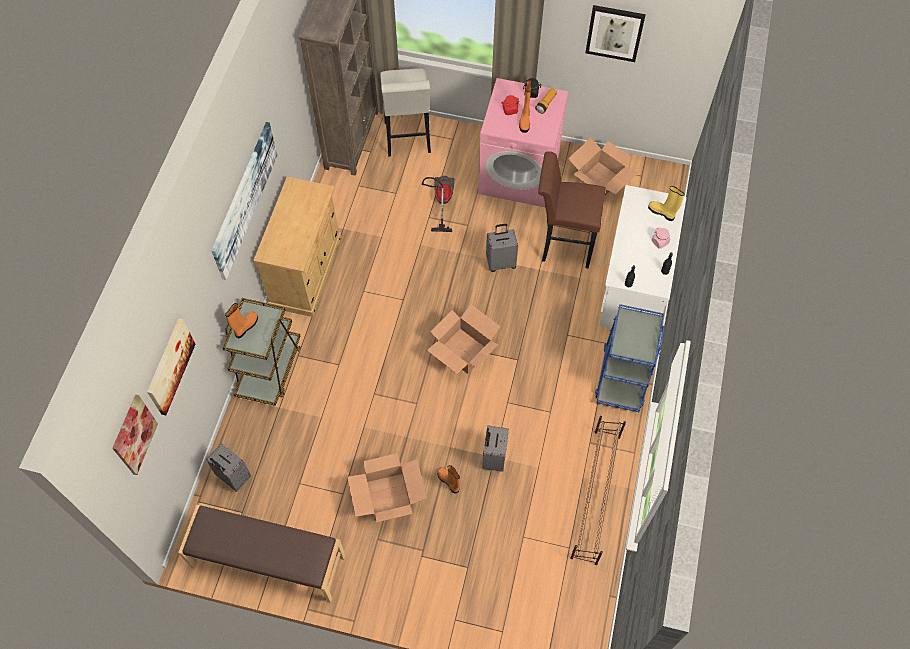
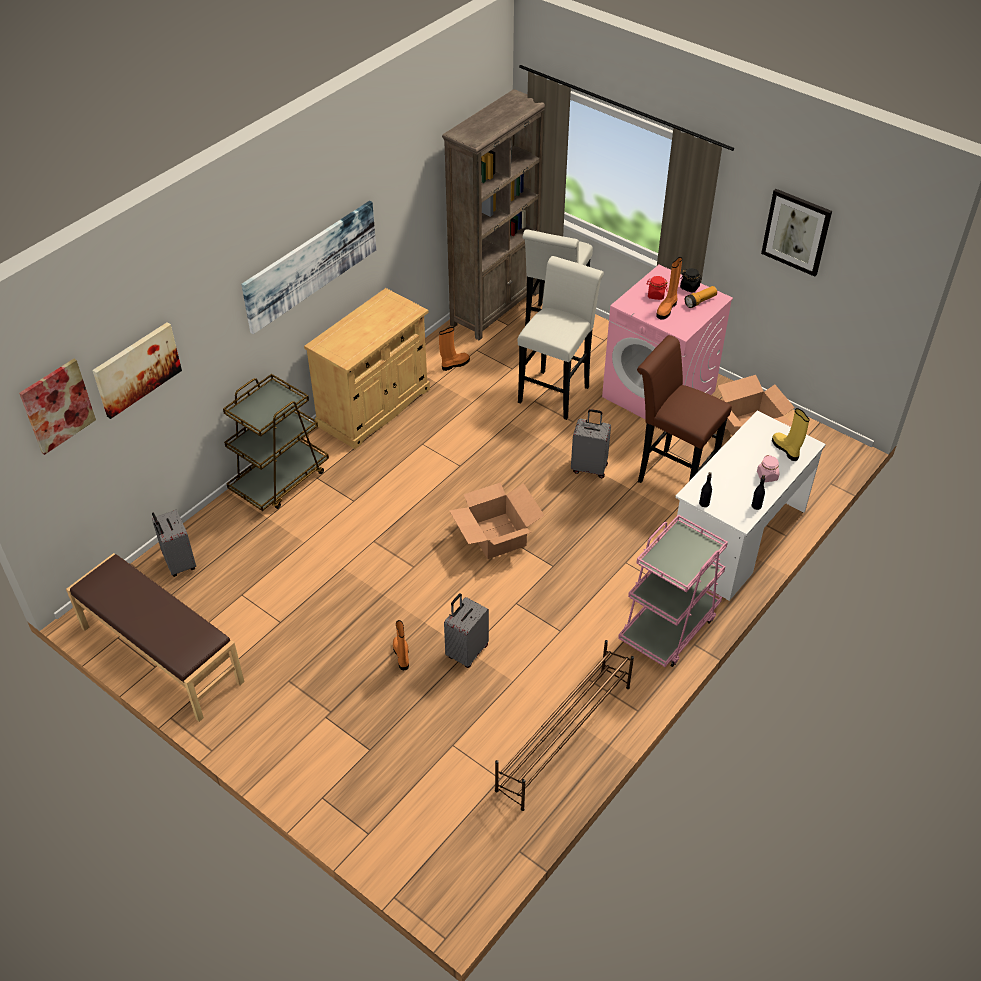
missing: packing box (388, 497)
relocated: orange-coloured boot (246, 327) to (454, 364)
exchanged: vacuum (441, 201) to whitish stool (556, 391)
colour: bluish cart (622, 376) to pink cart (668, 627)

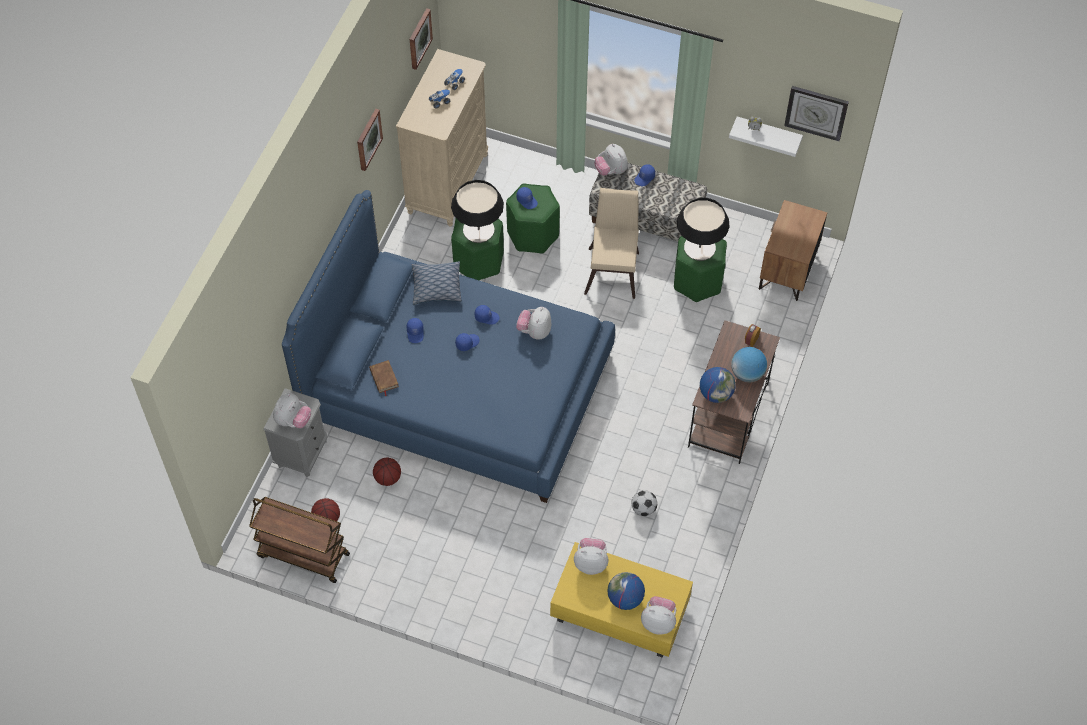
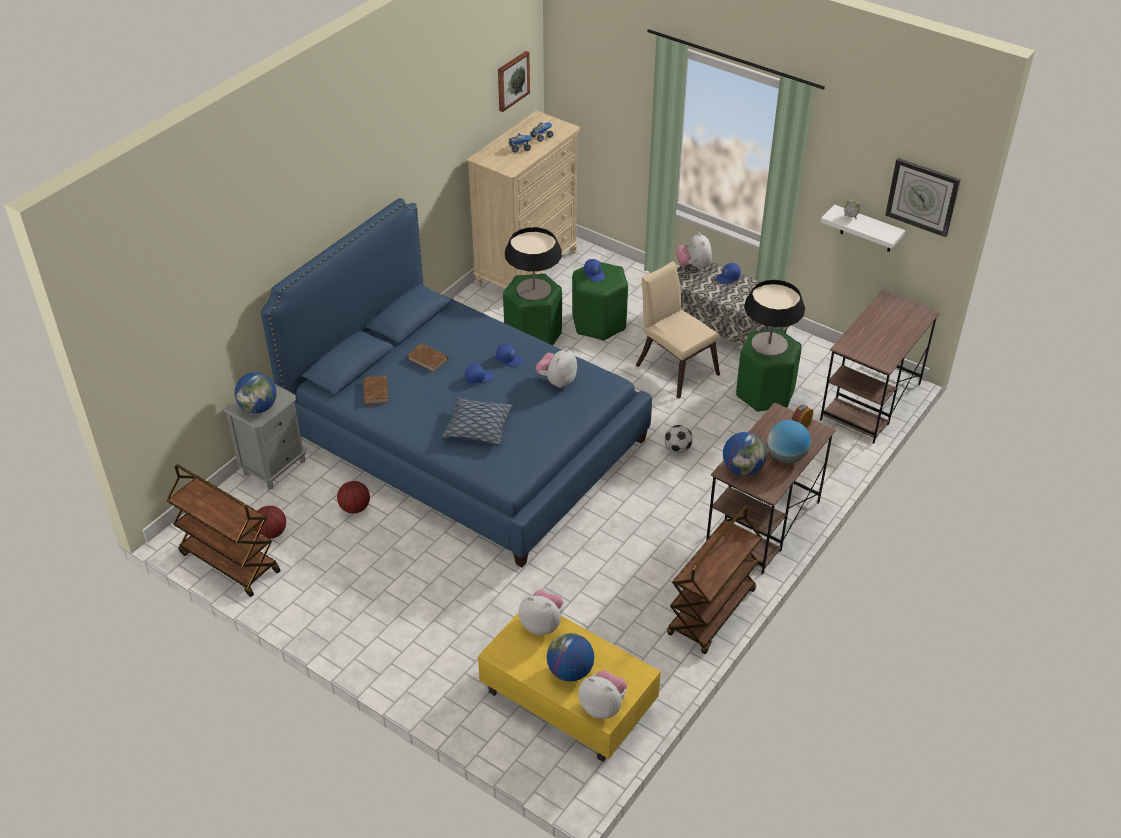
missing: picture (368, 139)
appeared: brown cart (712, 613)
relocated: pillow (436, 287) to (477, 428); football ball (643, 509) to (677, 449)
exchanged: plush toy (293, 420) to globe (258, 408); bluish peaked cap (415, 333) to brown bound book (427, 359); brown bedside table (787, 270) to brown desk table (870, 402)
spun: beige chair (613, 269) = (674, 367) 60 degrees counterclockwise

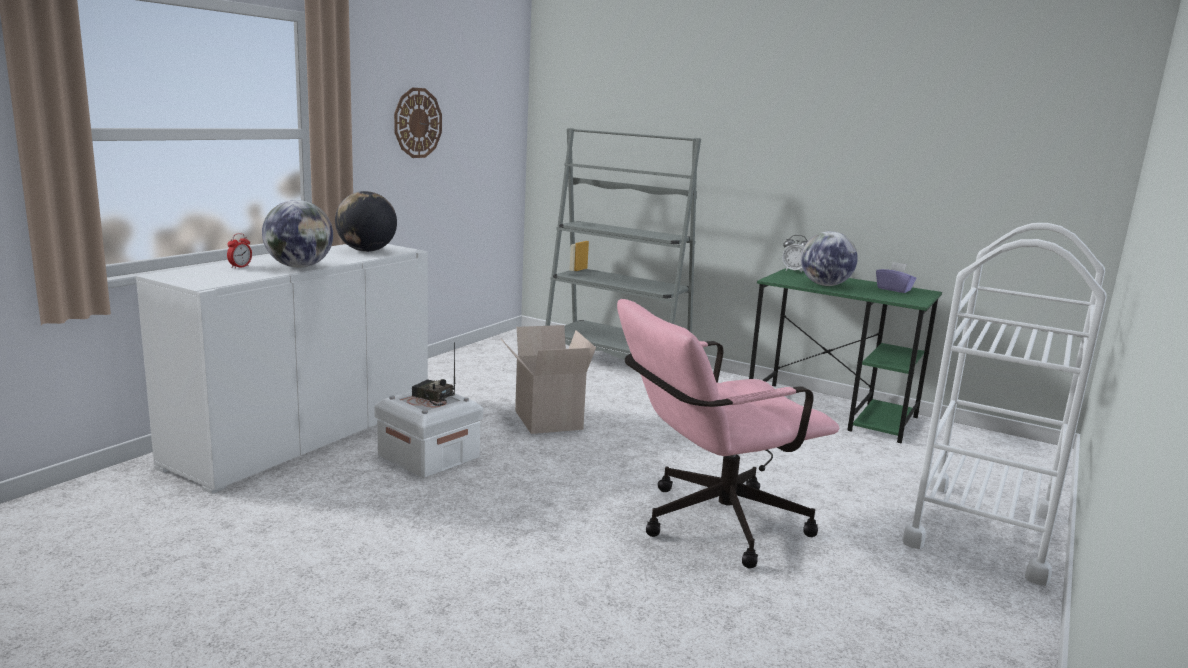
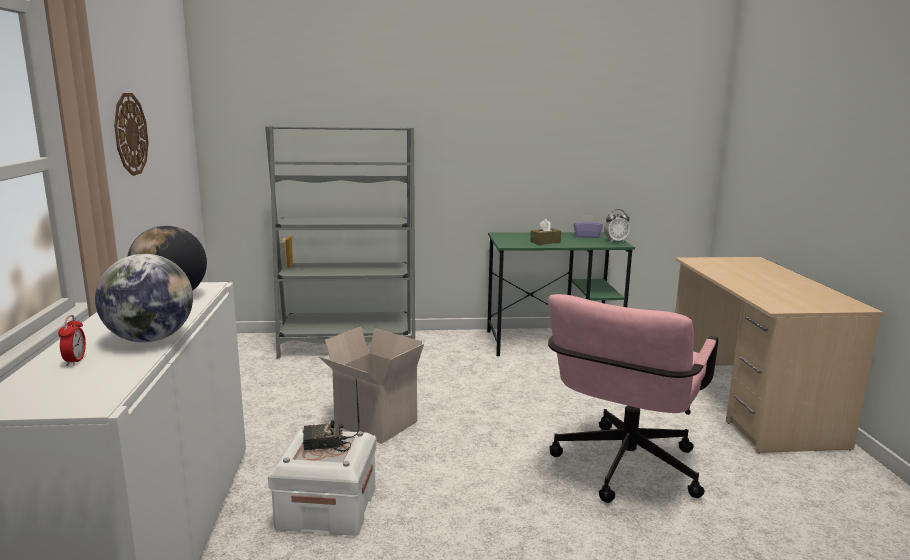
relocated: table clock (794, 271) to (615, 241)
exchanged: globe (825, 285) to brown tissue holder (545, 242); whitish cart (982, 530) to beige desk table (749, 403)

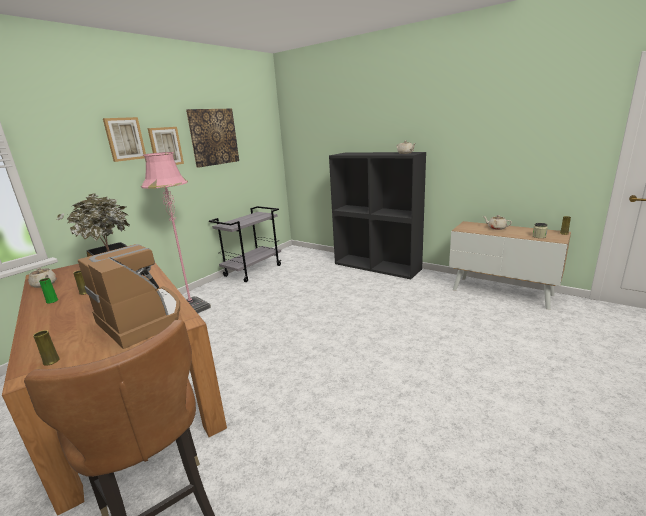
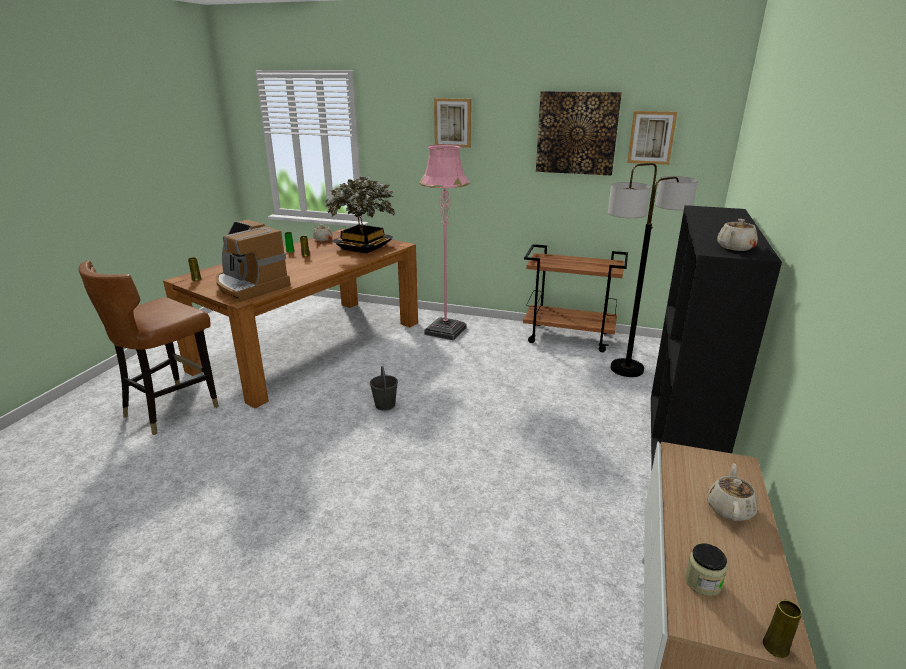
appeared: gray pail (385, 405); standing lamp (627, 369)
relocated: picture (165, 146) to (651, 137)
colour: gray cart (253, 270) to brown cart (569, 337)
spun: coffee machine (143, 319) = (250, 286) 105 degrees clockwise

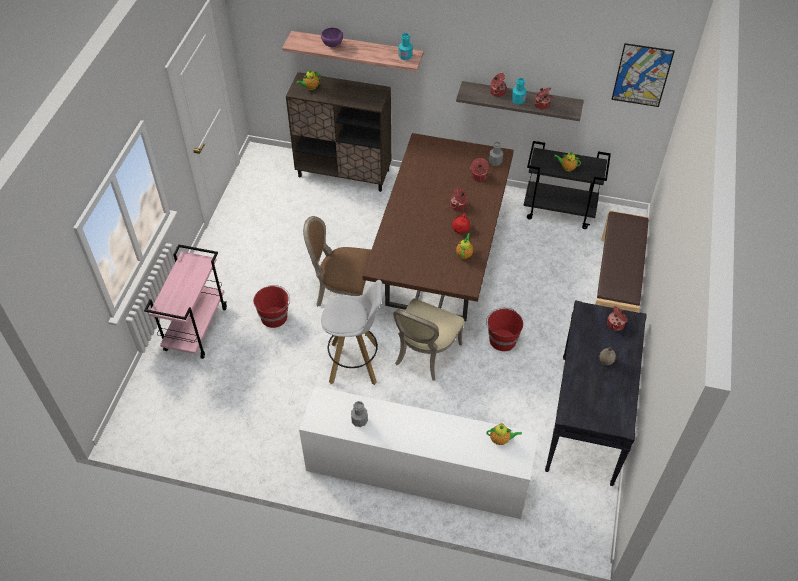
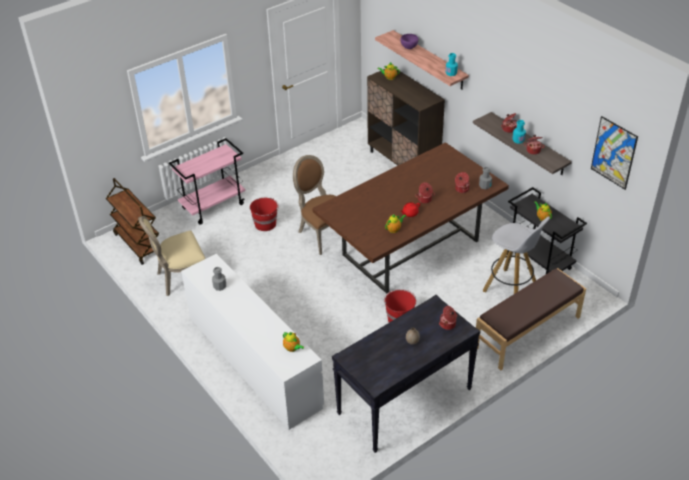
appeared: brown cart (138, 244)
relocated: whitish stool (355, 363) to (511, 288); beige chair (425, 354) to (181, 278)

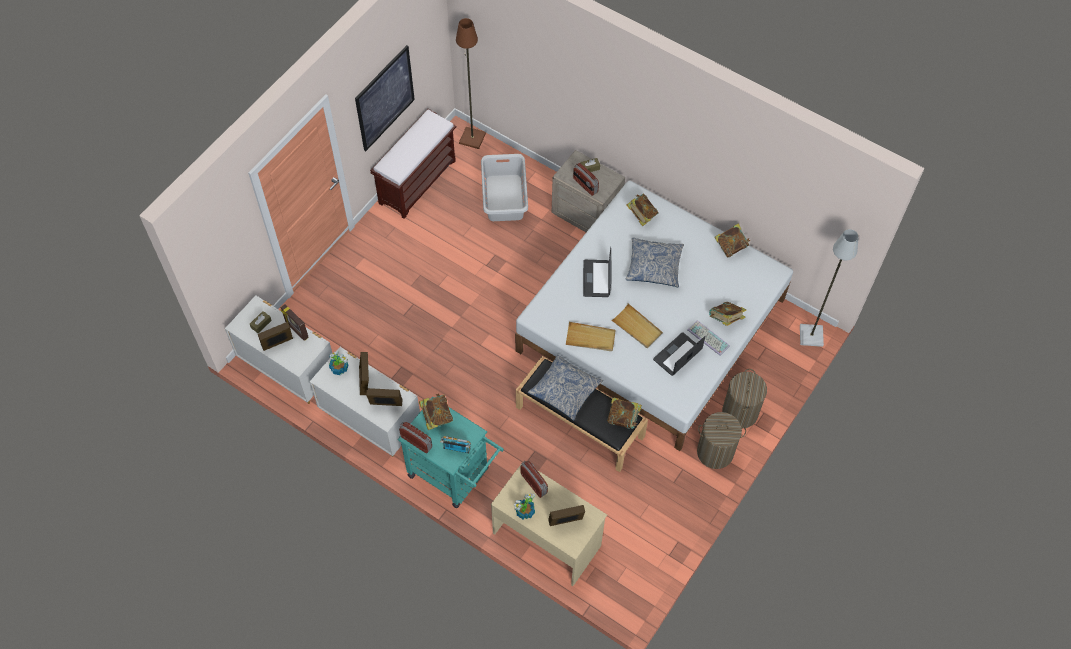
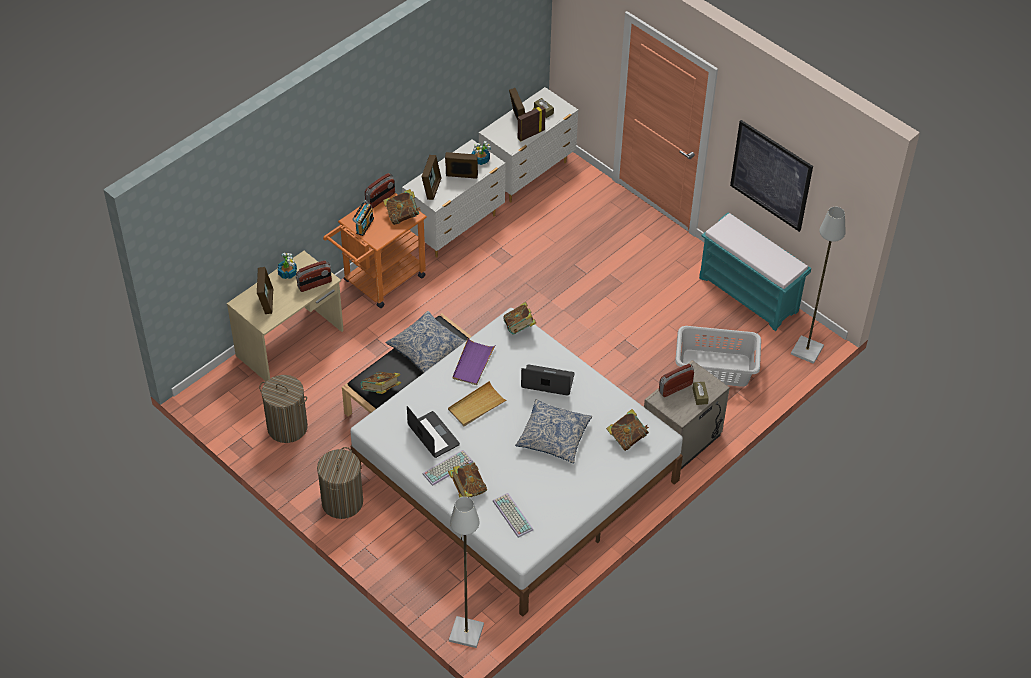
appeared: computer keyboard (511, 515)
relocated: bound book (730, 246) to (519, 328); washing basket (740, 412) to (287, 427)
colour: brown indoor bench (417, 181) to blue-green indoor bench (749, 294); blue-green cart (454, 475) to orange-coloured cart (379, 282); brown standing lamp (472, 139) to gray standing lamp (806, 350); beige carrying tray (590, 338) to purple carrying tray (473, 363)

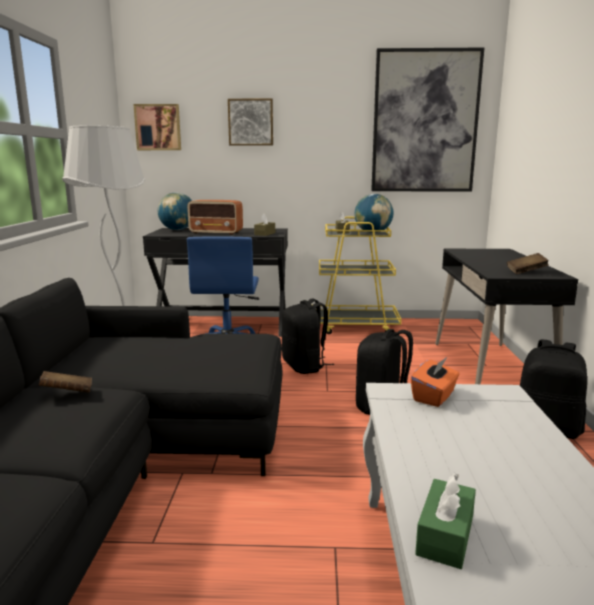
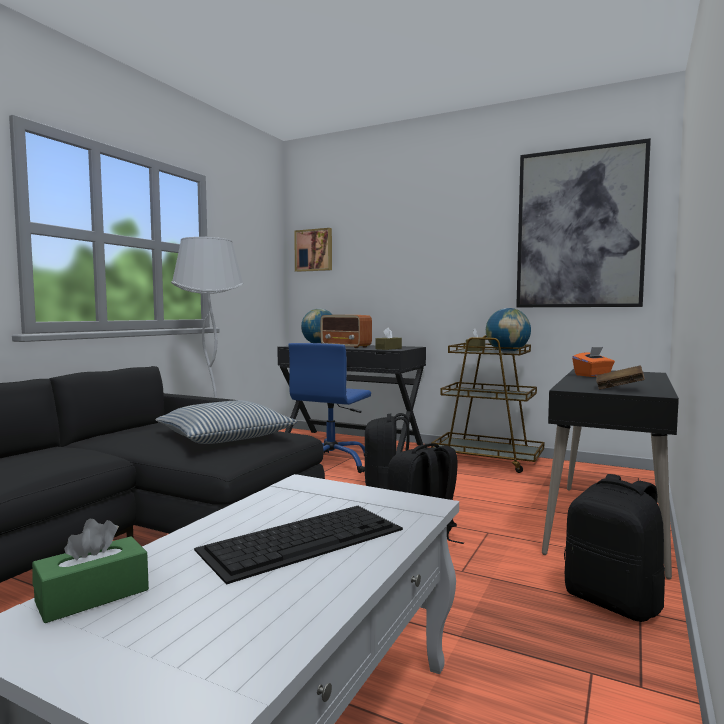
missing: brown bound book (67, 394); picture (251, 122)
appeared: pillow (225, 437); computer keyboard (304, 538)
relocated: orange-coloured tissue holder (434, 397) to (593, 375)
colour: yellowish cart (354, 326) to brown cart (488, 460)

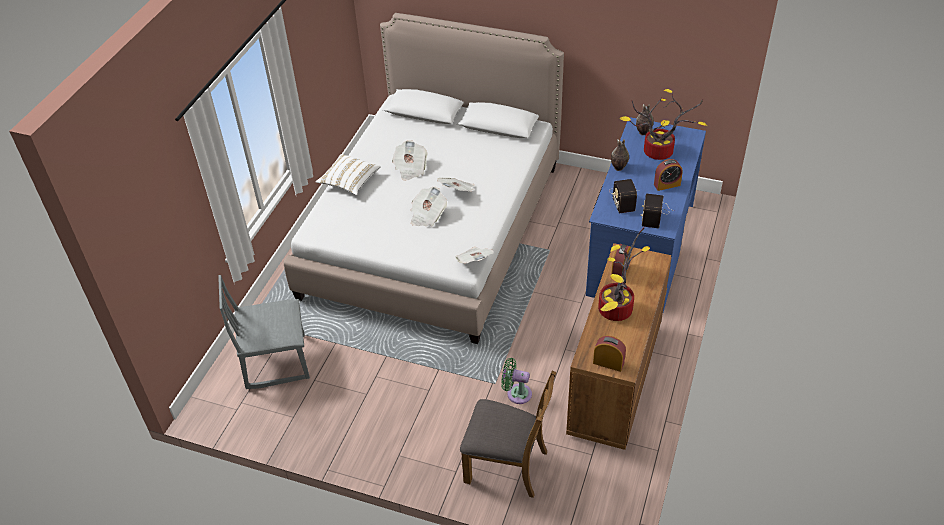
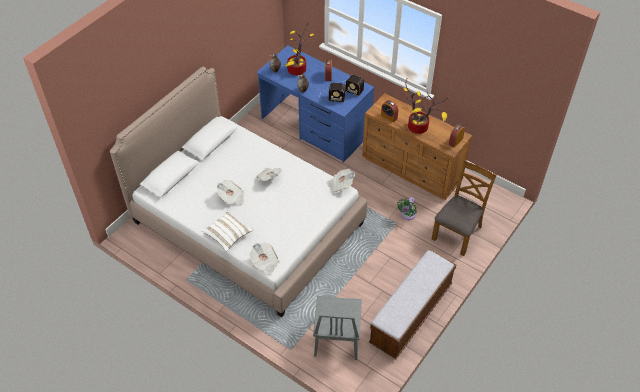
appeared: indoor bench (410, 314)
relocated: printed paper (427, 215) to (265, 263)

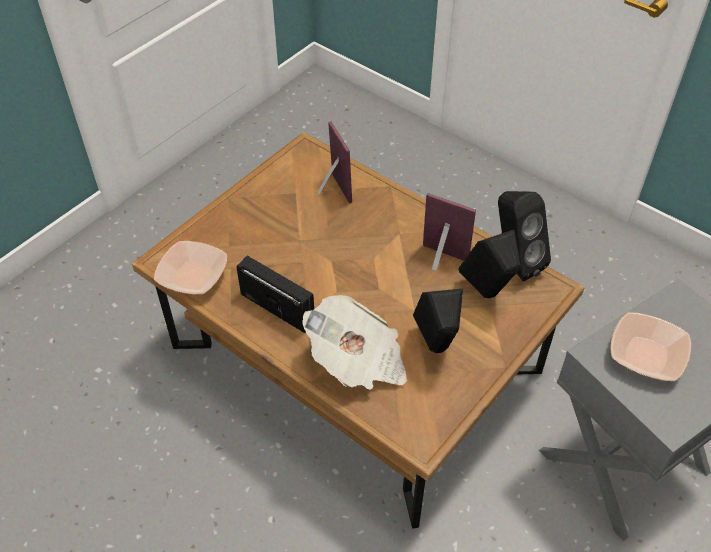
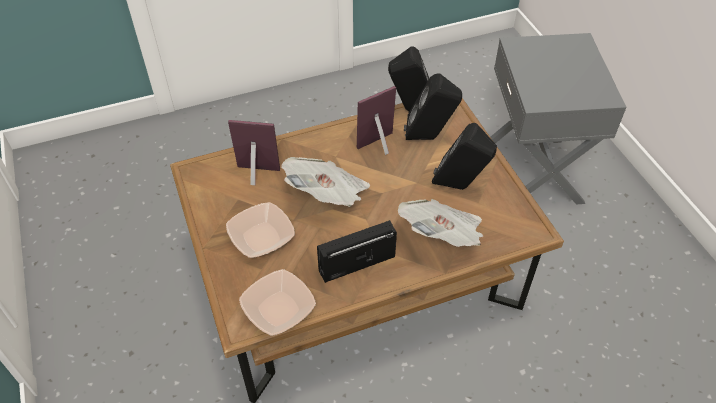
appeared: printed paper (328, 195)
relocated: deep dish (646, 355) to (261, 237)

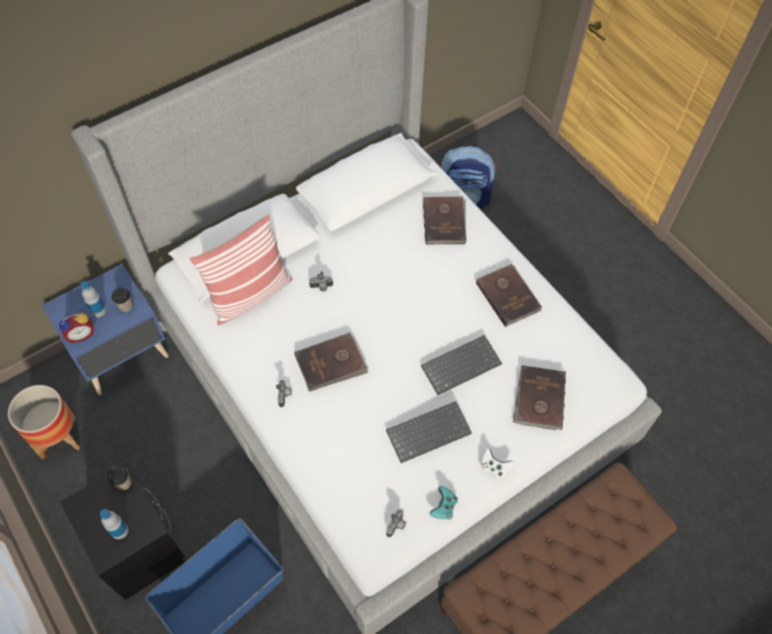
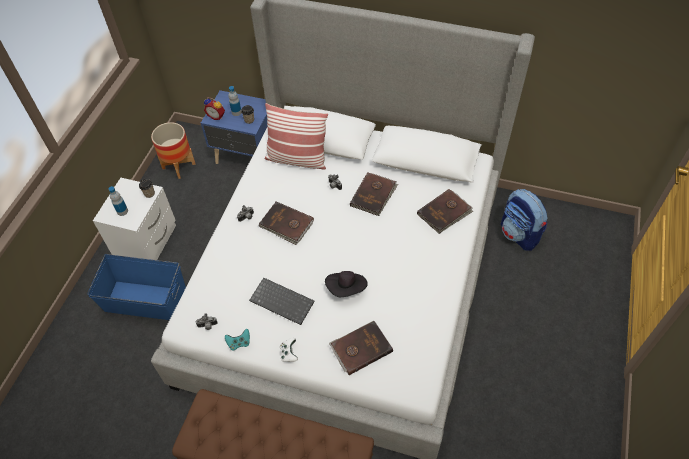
relocated: brown bound book (508, 296) to (374, 195)
exchanged: computer keyboard (461, 364) to black-coloured hat (346, 288)
colour: black-coloured bedside table (139, 545) to whitish bedside table (147, 242)

